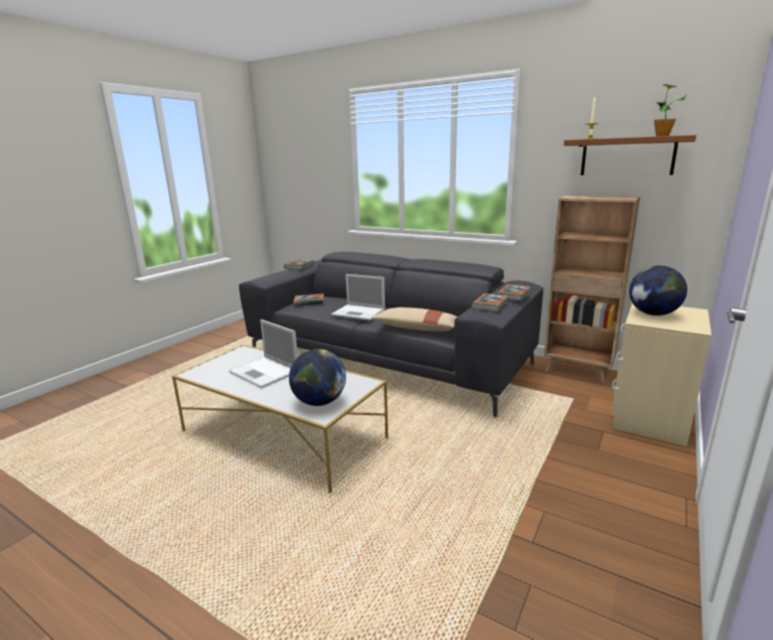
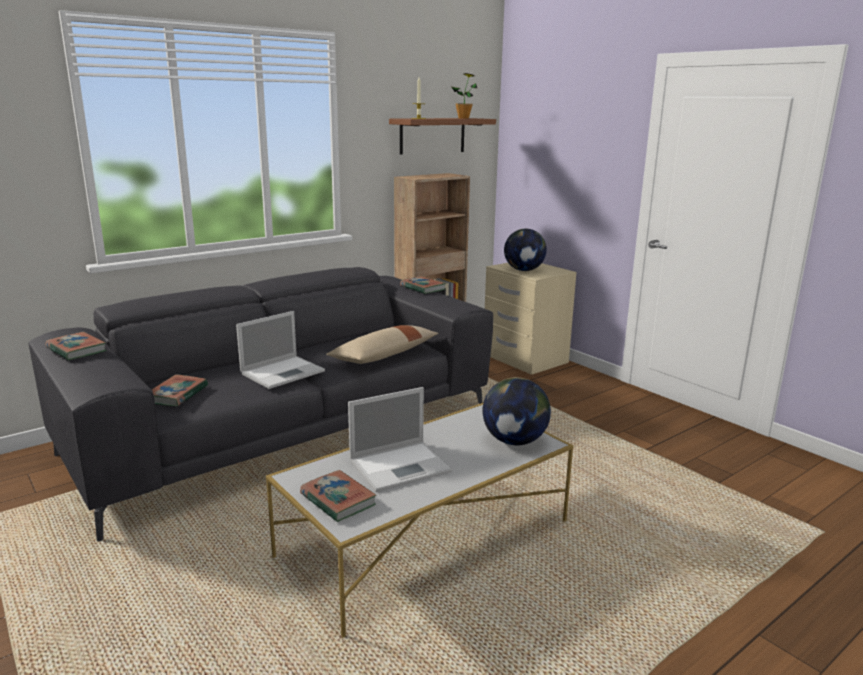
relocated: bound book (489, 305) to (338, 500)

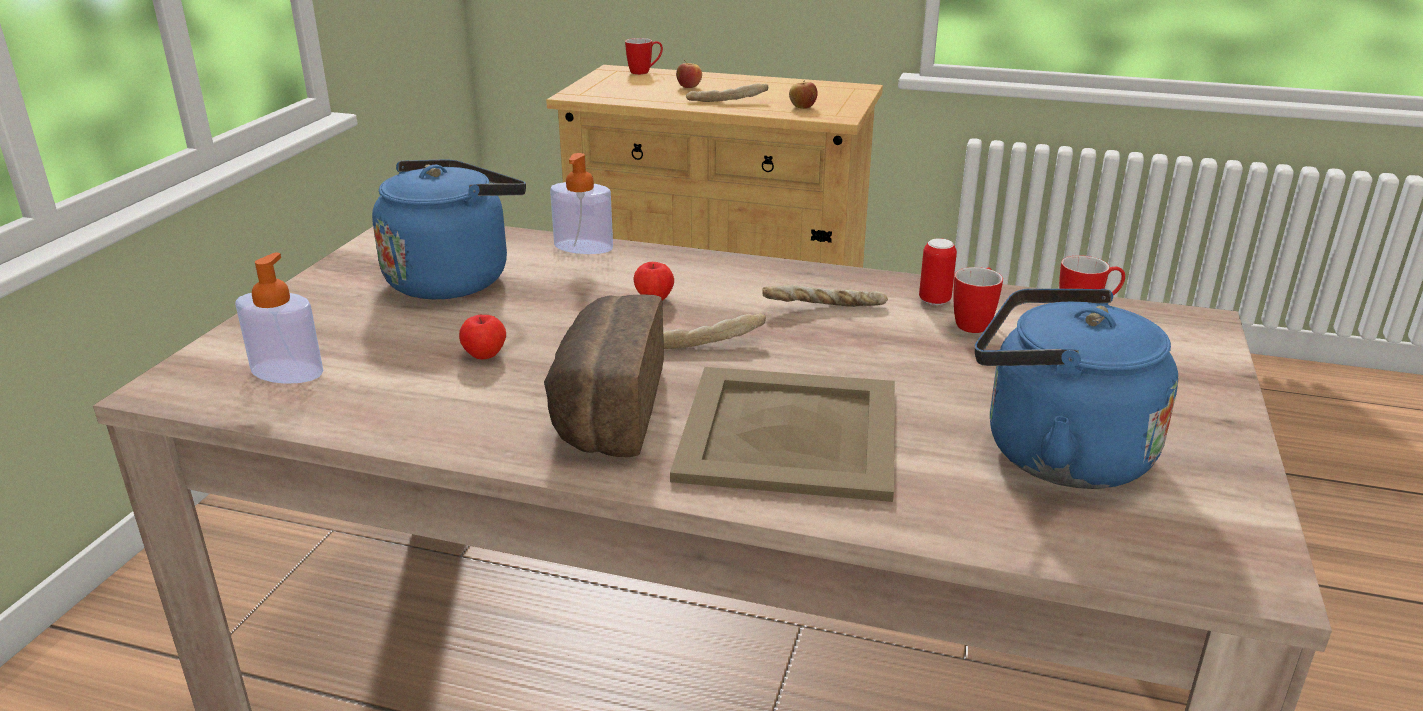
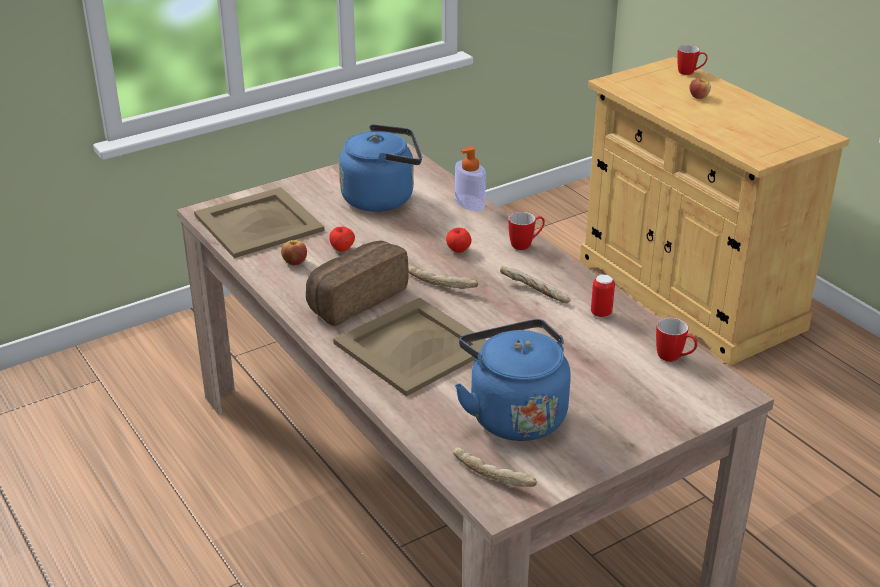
relocated: bread (727, 101) to (493, 475); apple (802, 107) to (295, 262); tea mug (975, 322) to (526, 244)
exchanged: liquid soap bottle (287, 372) to beige carrying tray (257, 223)

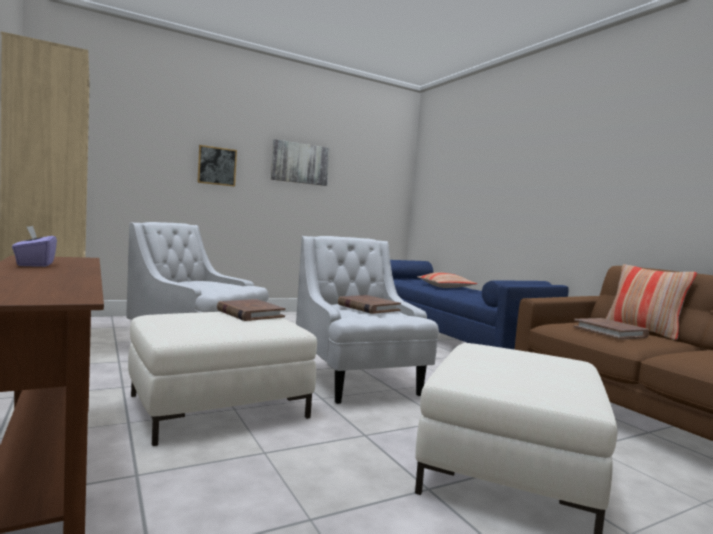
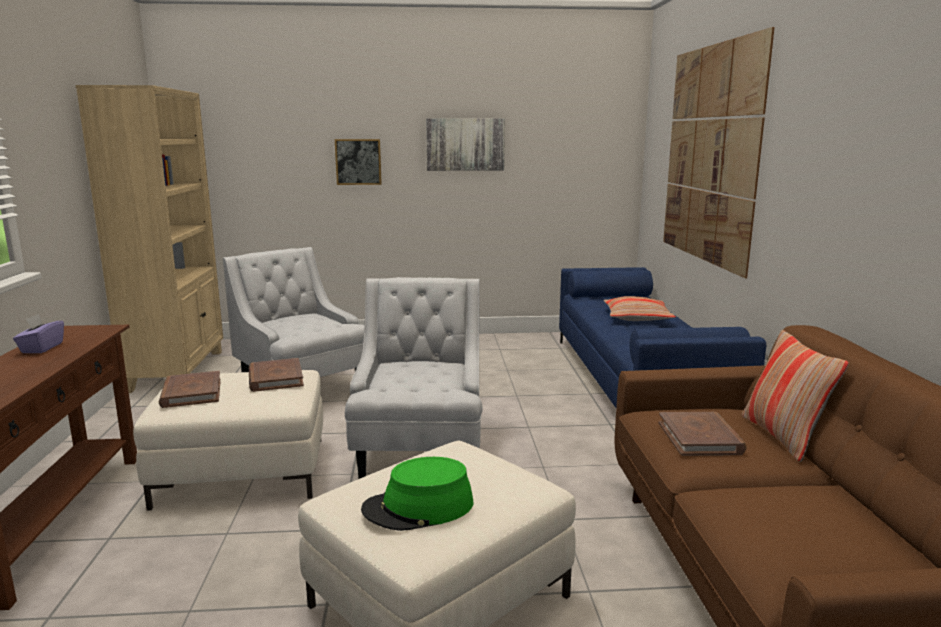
appeared: greenish hat (418, 508); picture (710, 154)
relocated: brown bound book (368, 307) to (191, 393)

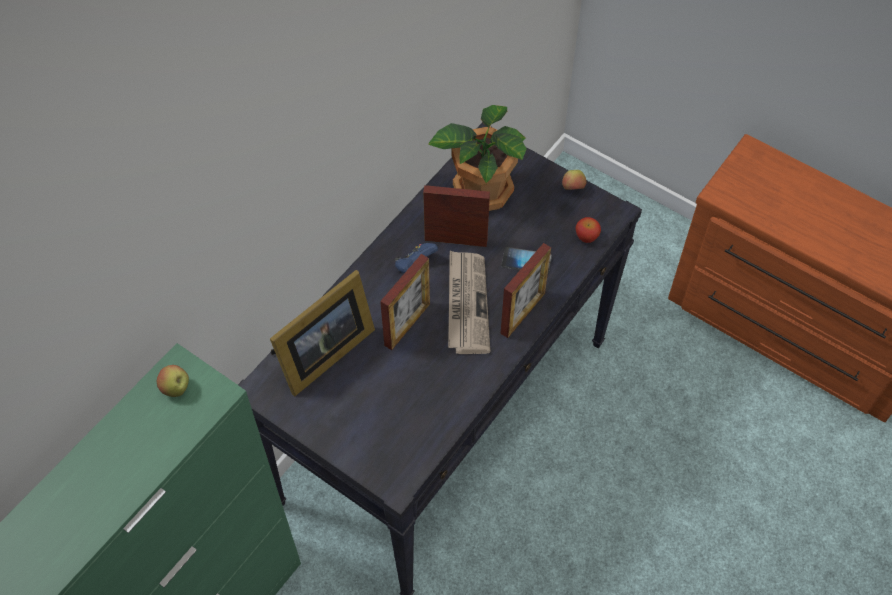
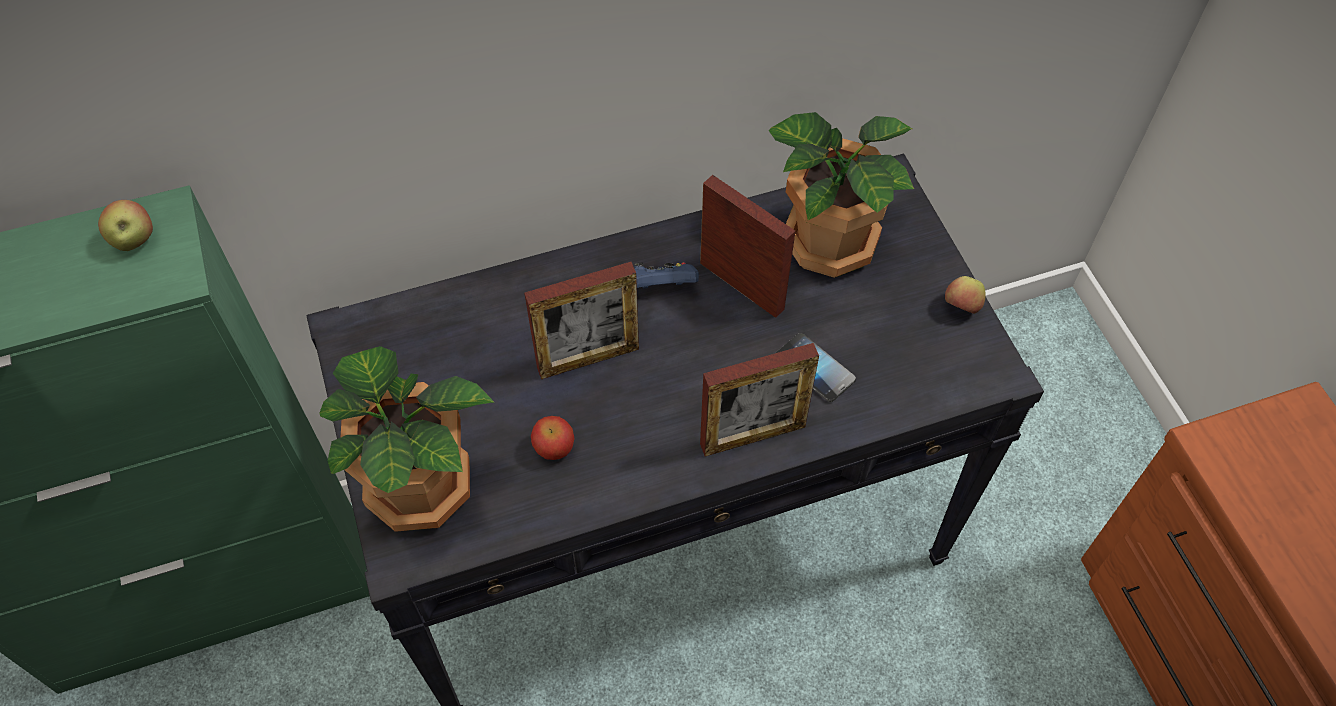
missing: standing frame (321, 355); printed paper (466, 303)
appeared: plant in a pot (421, 483)
relocated: apple (586, 237) to (554, 448)

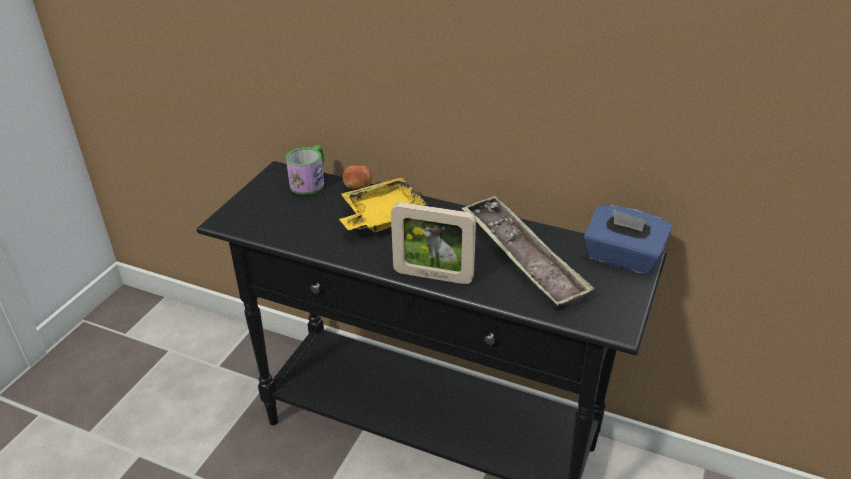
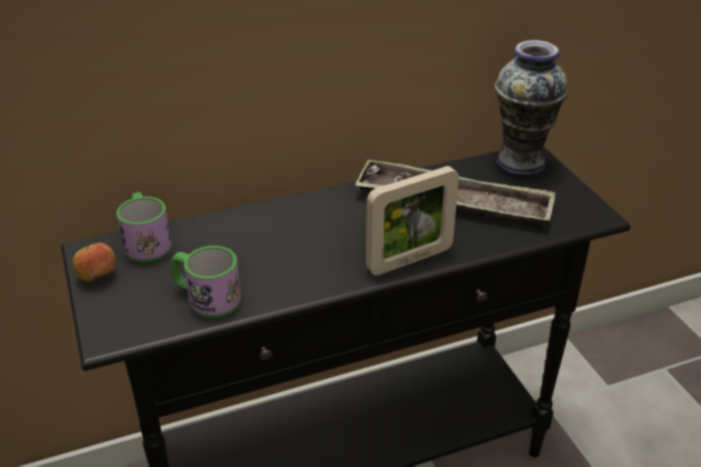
missing: yellowish carrying tray (383, 217)
appeared: tea mug (206, 297)
relocated: apple (358, 188) to (97, 276)
exchanged: bluish tissue holder (622, 258) to vase (521, 162)

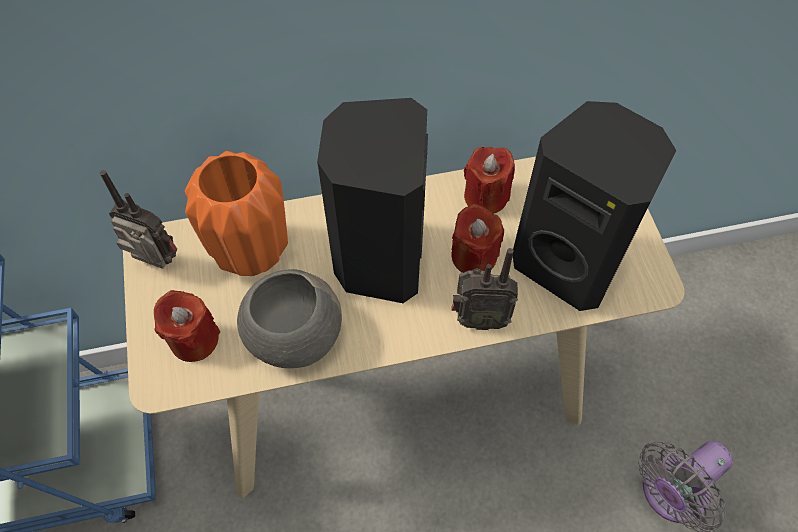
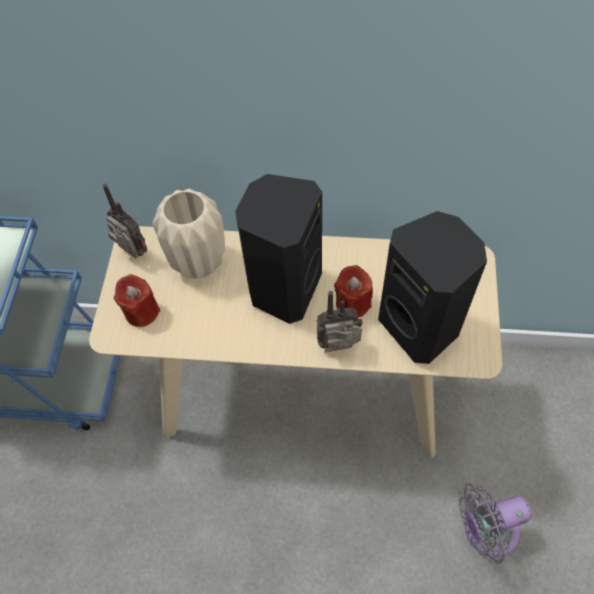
missing: gray deep dish (292, 335); reddish candle (486, 196)
colour: orange-coloured vase (252, 253) to beige vase (199, 263)
spun: radio set (478, 318) = (339, 348) 150 degrees clockwise

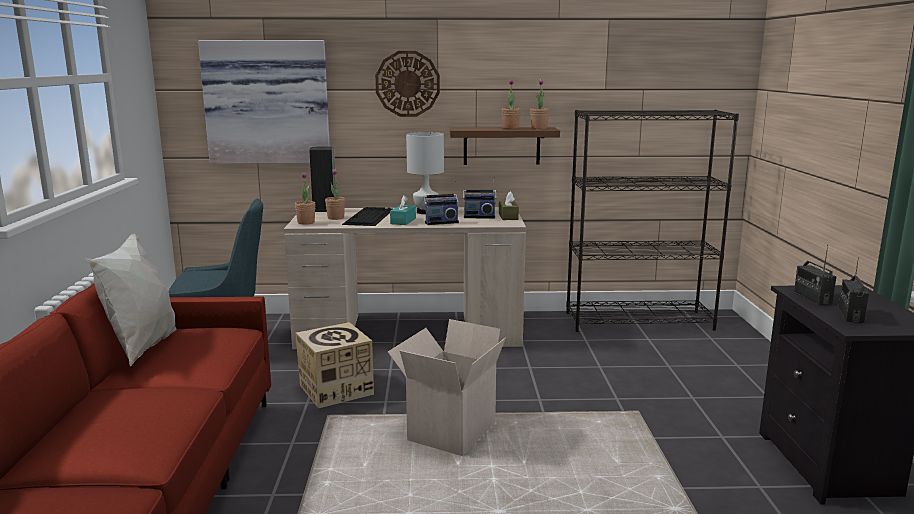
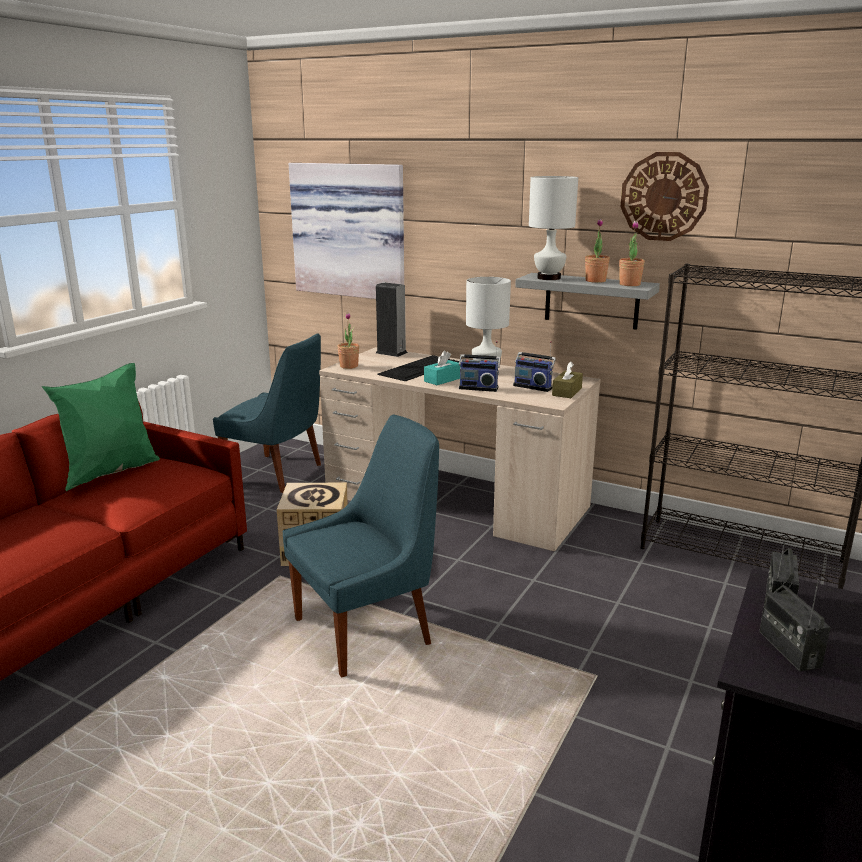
missing: plant in a pot (335, 218)
appeared: whitish tabletop lamp (548, 278)
relocated: hanging clock (407, 84) to (663, 196)
exchanged: packing box (450, 431) to bluish chair (367, 630)
colour: whitish pillow (142, 348) to greenish pillow (111, 473); brown wall shelf (501, 145) to gray wall shelf (591, 301)
spun: radio set (850, 315) = (789, 649) 60 degrees counterclockwise

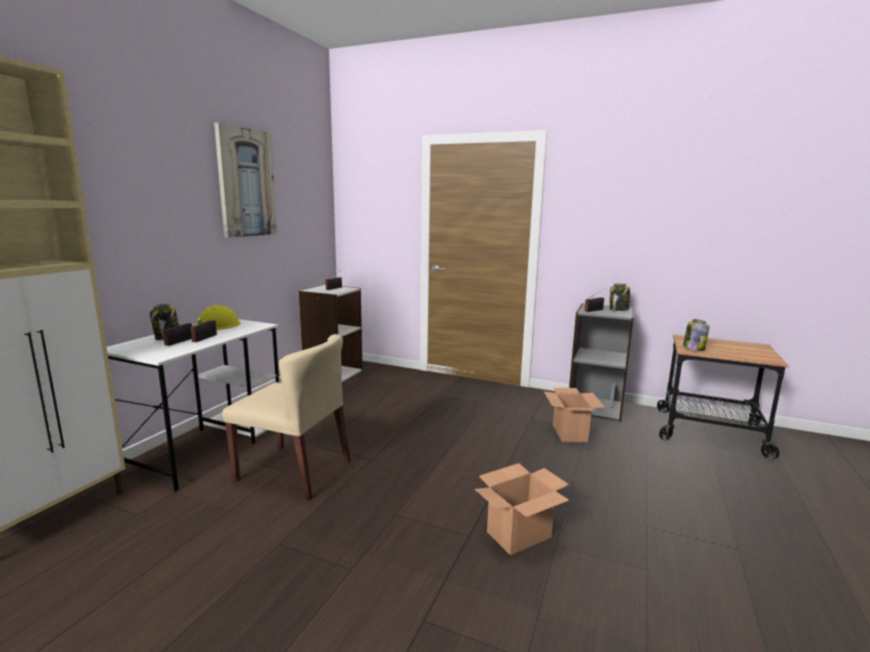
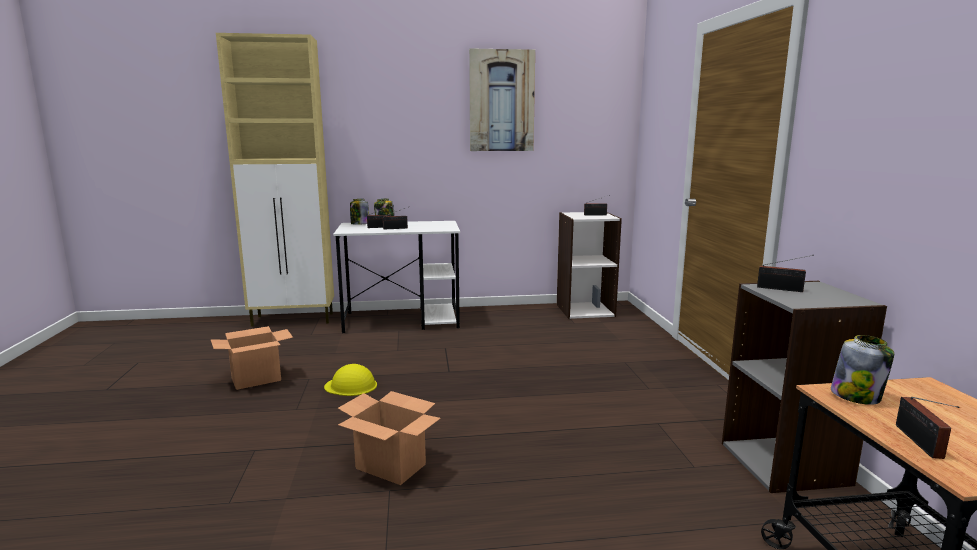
missing: beige chair (294, 471)
appeared: radio set (920, 443)
relocated: yellowish safety helmet (216, 325) to (351, 386); packing box (569, 433) to (257, 379); jar (618, 310) to (359, 224)

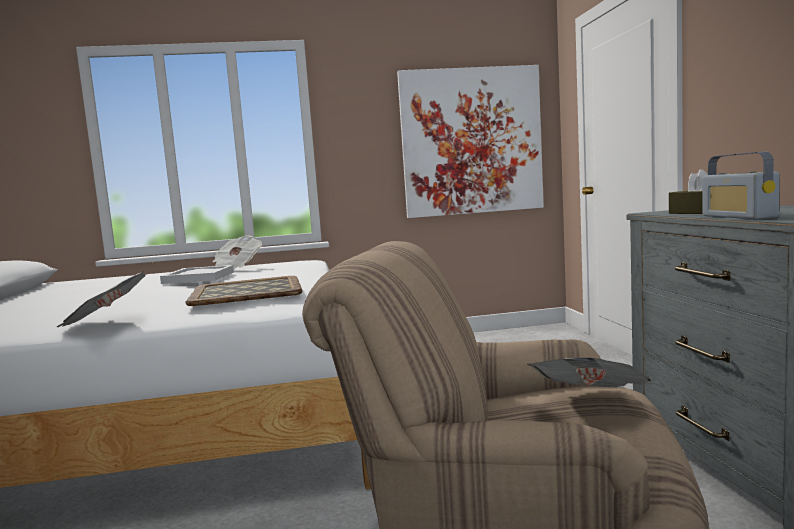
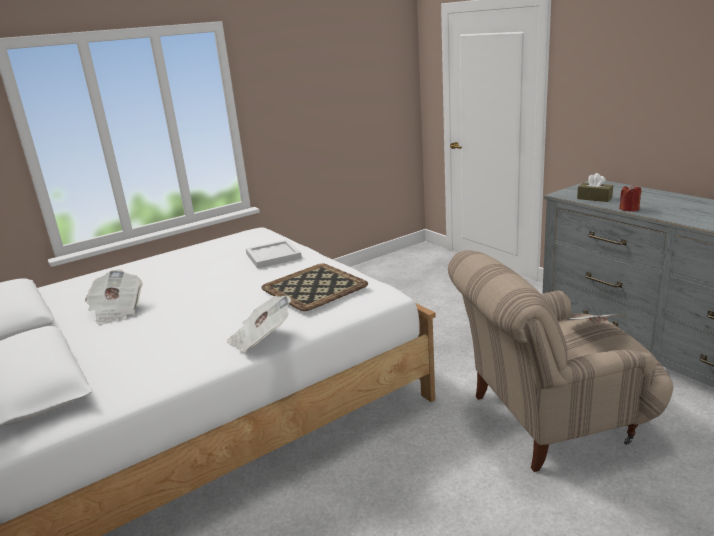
missing: picture (471, 141)
relocated: whitish carrying tray (199, 278) to (274, 256); printed paper (236, 267) to (116, 311)
exchanged: radio set (738, 216) to reddish candle (629, 209)

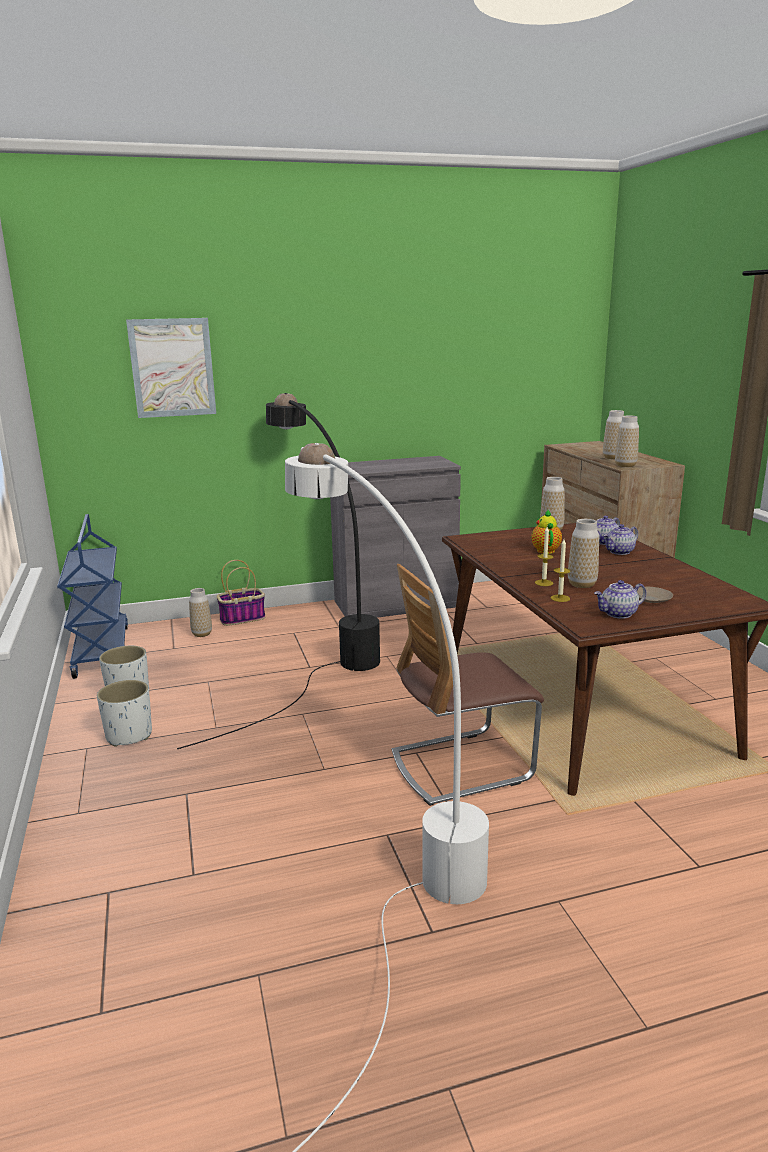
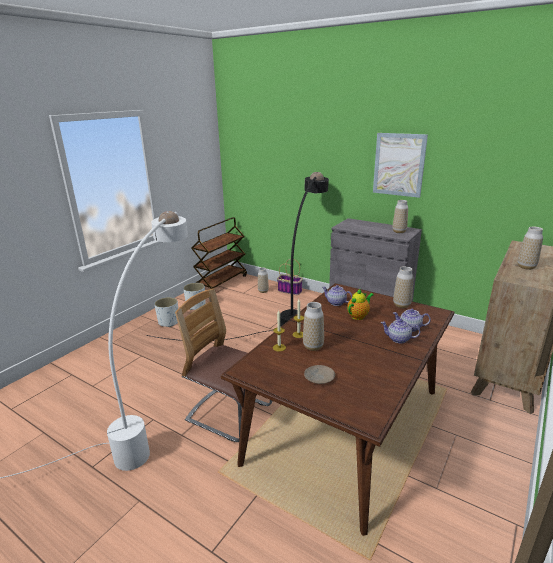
relocated: picture (172, 368) to (399, 164); pot for tea (618, 614) to (336, 303); vase (625, 465) to (399, 231)
colour: bluish cart (101, 651) to brown cart (221, 282)

